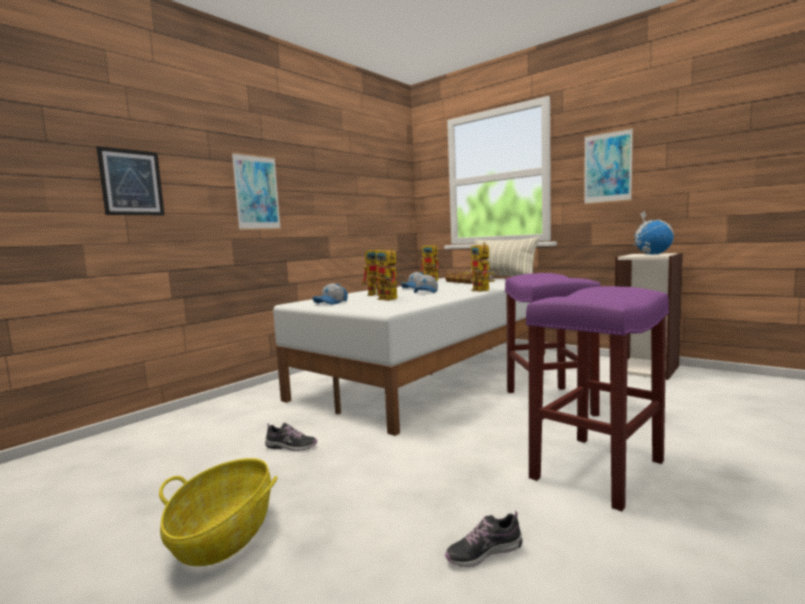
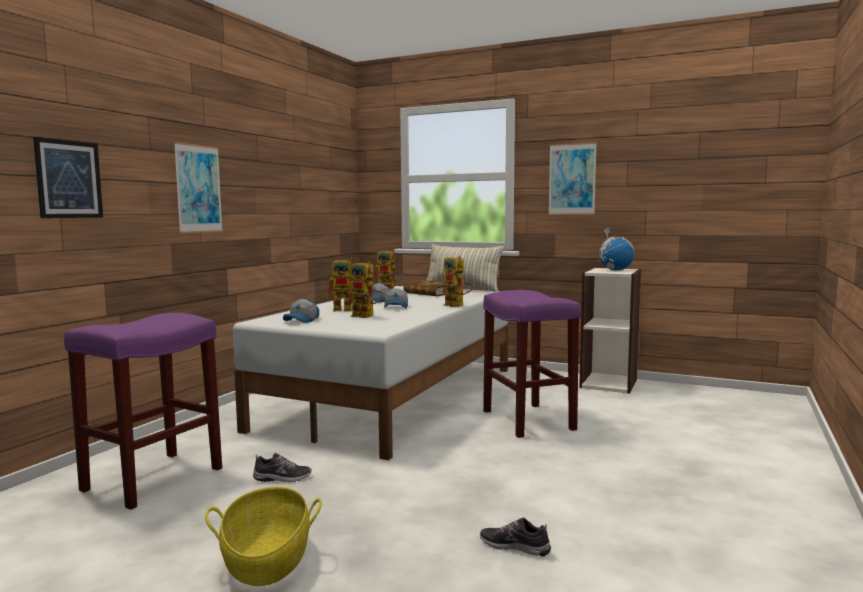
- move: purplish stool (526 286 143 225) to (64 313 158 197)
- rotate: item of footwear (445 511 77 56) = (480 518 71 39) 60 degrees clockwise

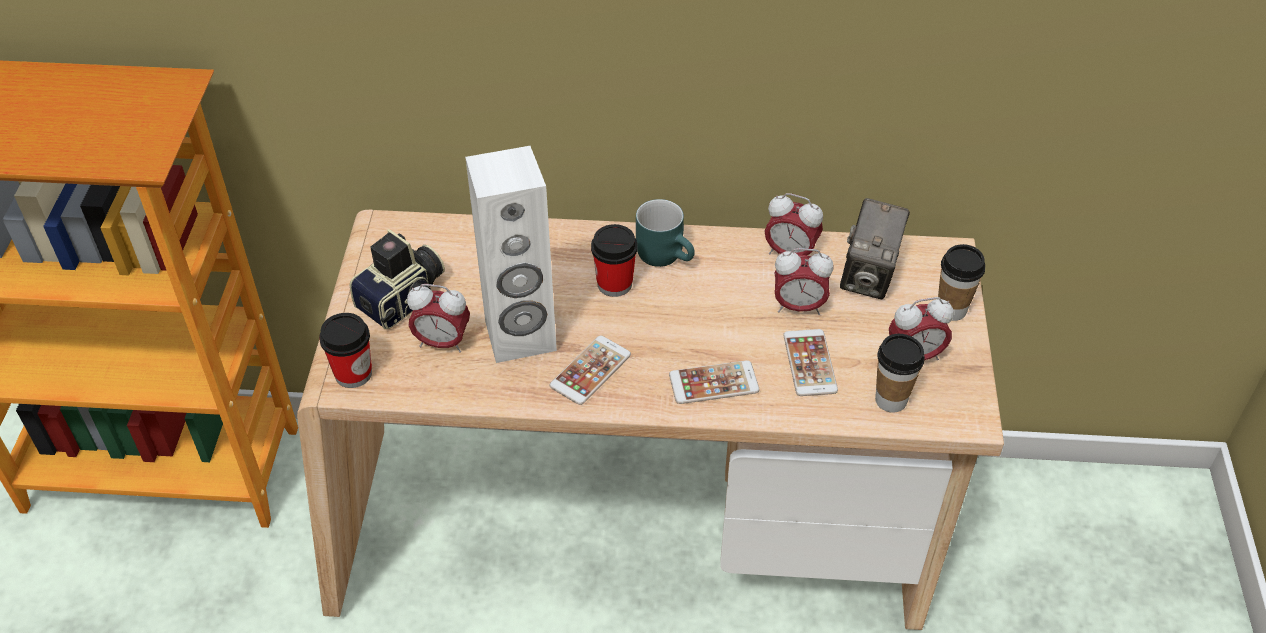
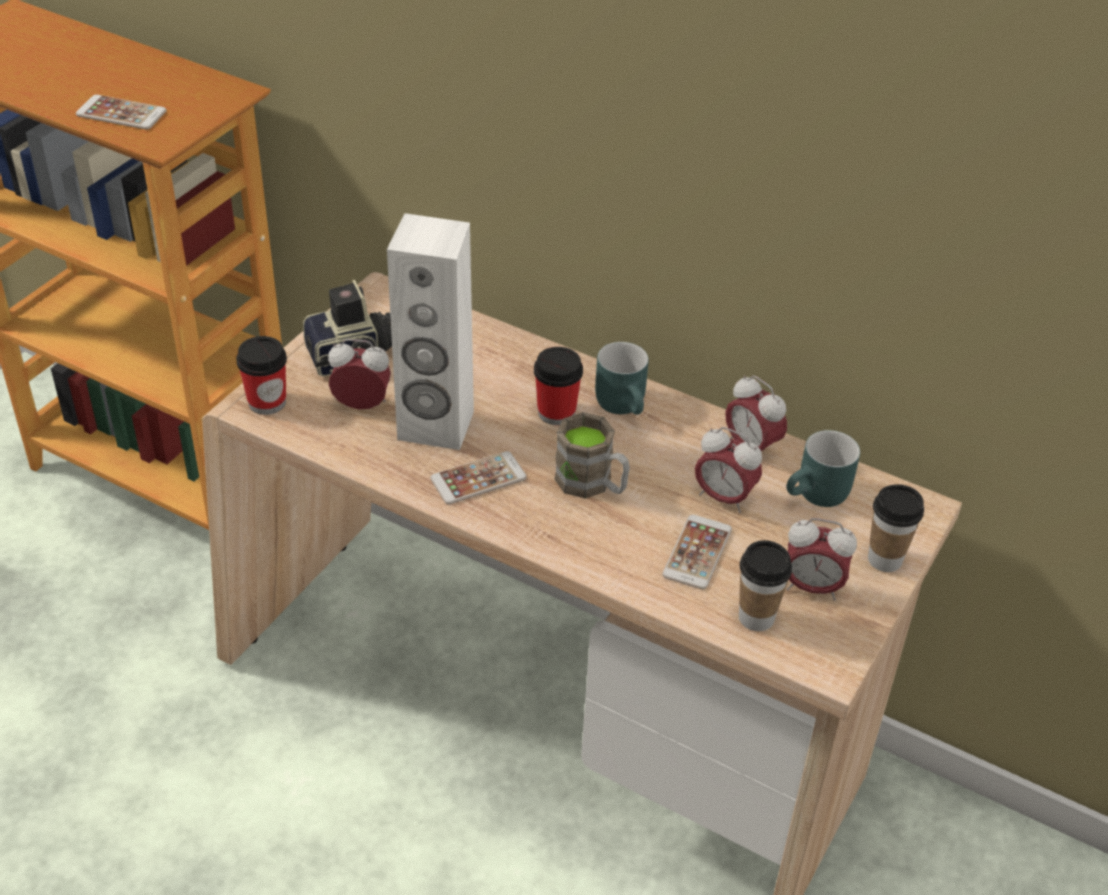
- replace: still camera (840 198 70 101) to blue-green mug (786 430 74 77)
- rotate: table clock (407 284 63 69) = (328 339 63 70) 150 degrees clockwise
- move: telephone (669 360 90 44) to (76 95 91 35)
- insert: brown-coloured mug (554 412 76 87)

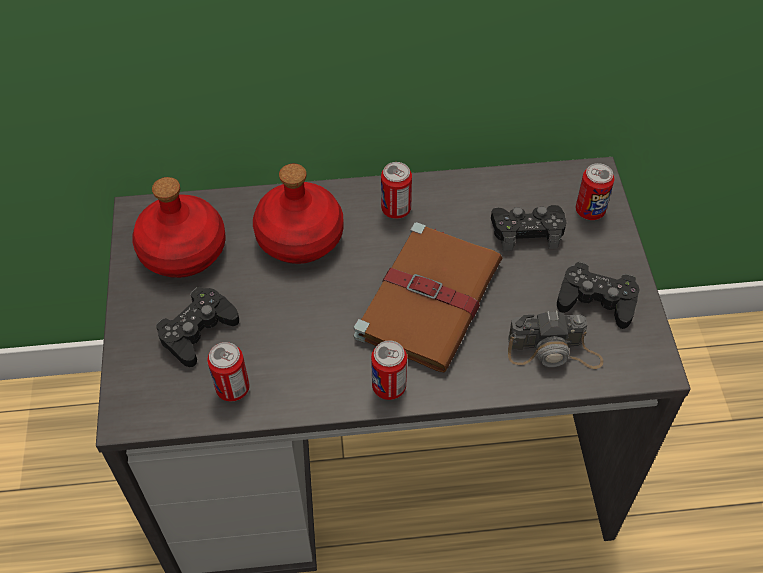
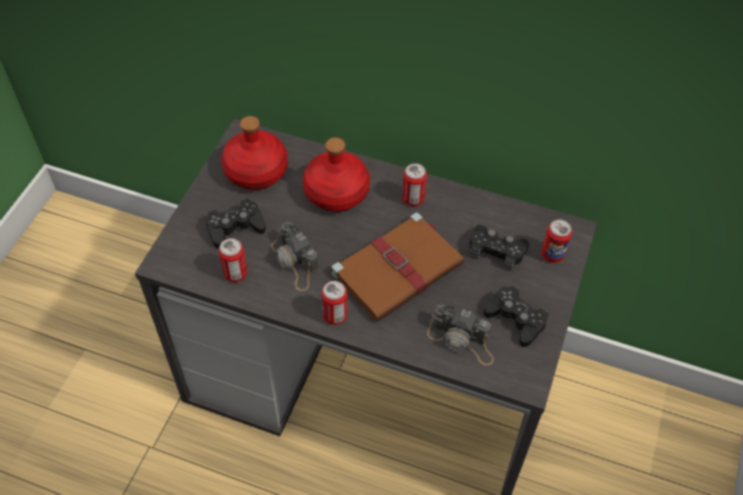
- insert: still camera (271 222 47 69)

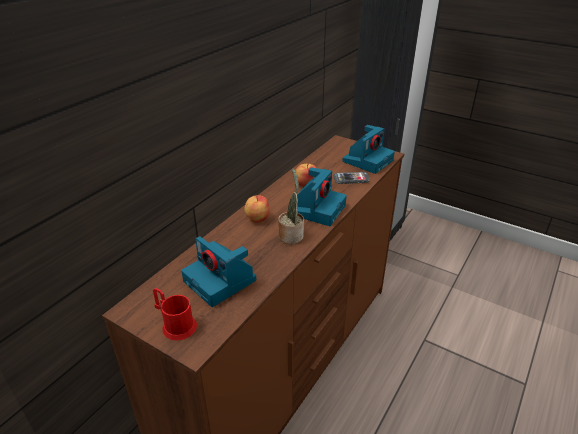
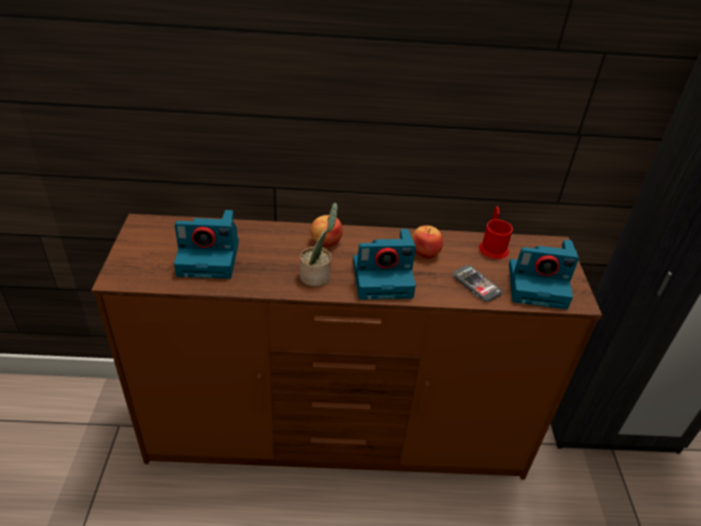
- rotate: still camera (181 236 75 71) = (174 210 65 69) 105 degrees counterclockwise
- move: red-coloured mug (153 288 44 53) to (479 206 34 53)

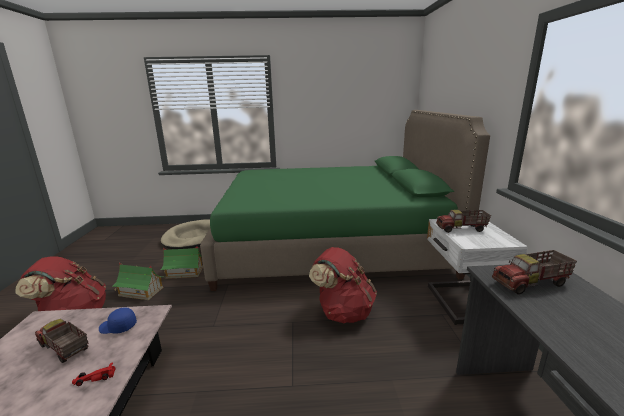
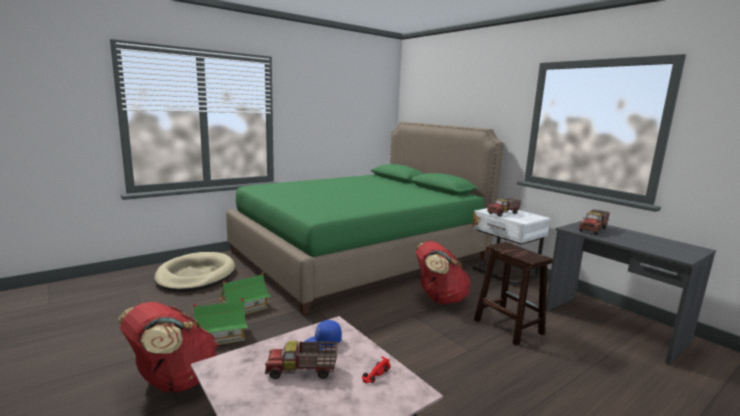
- insert: brown-coloured stool (474 242 79 104)

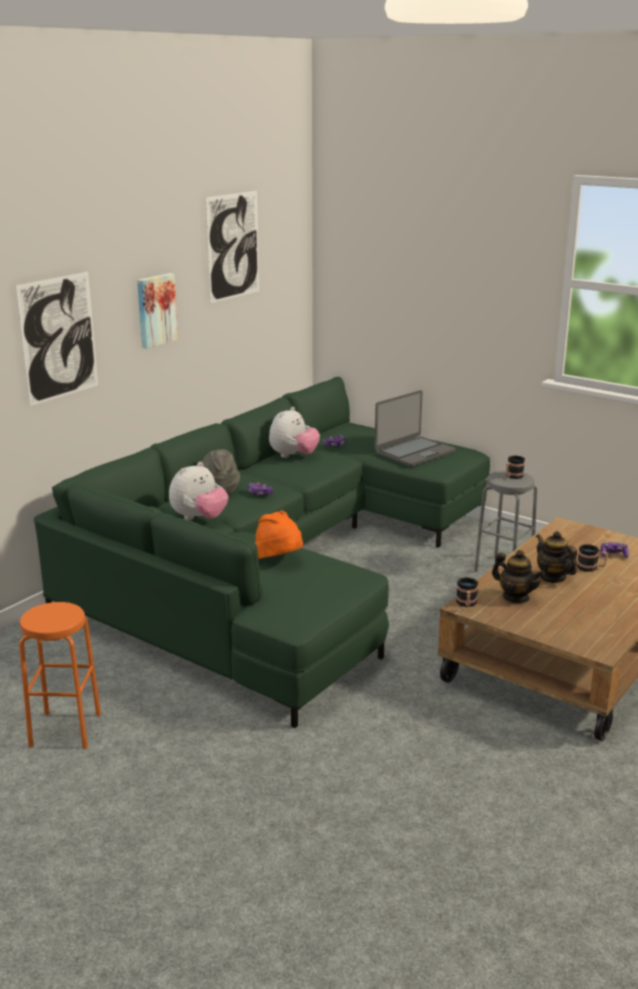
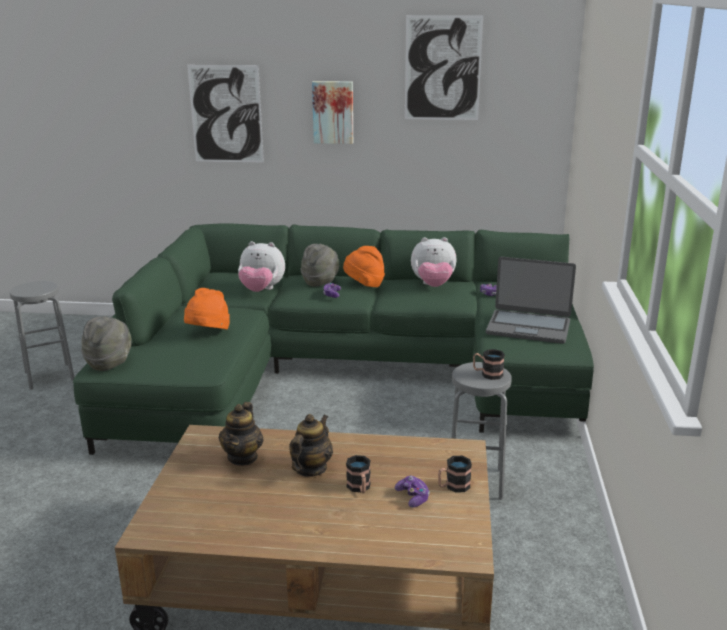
- move: mug (456 577 22 30) to (438 456 34 37)
- recolor: orange stool (19 602 82 147) to gray stool (9 281 66 109)
- insert: orange hat (343 246 42 41)
- insert: gray hat (81 316 51 55)

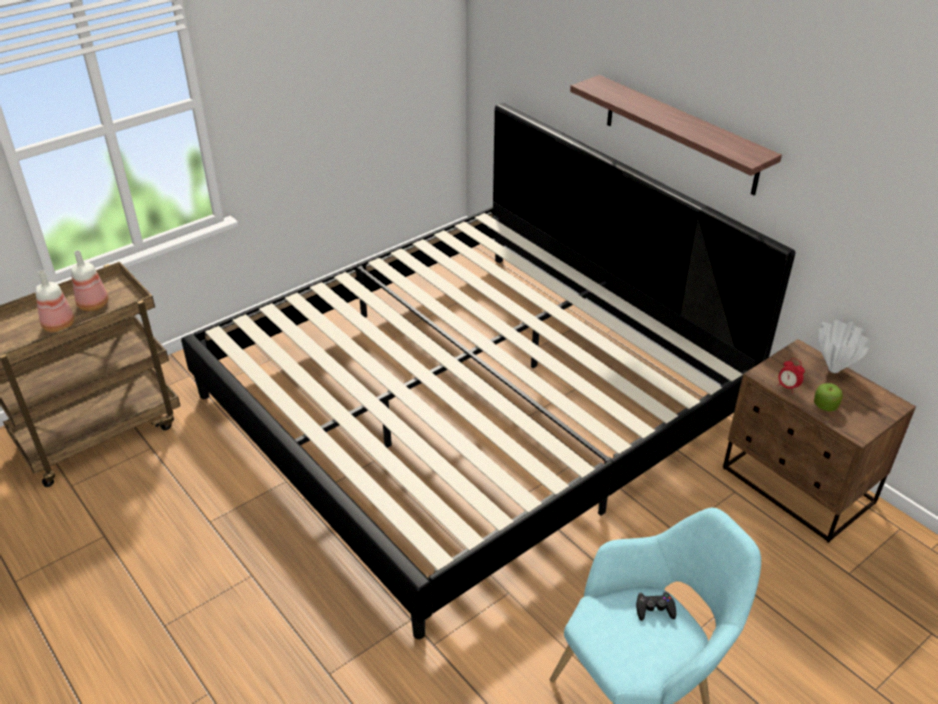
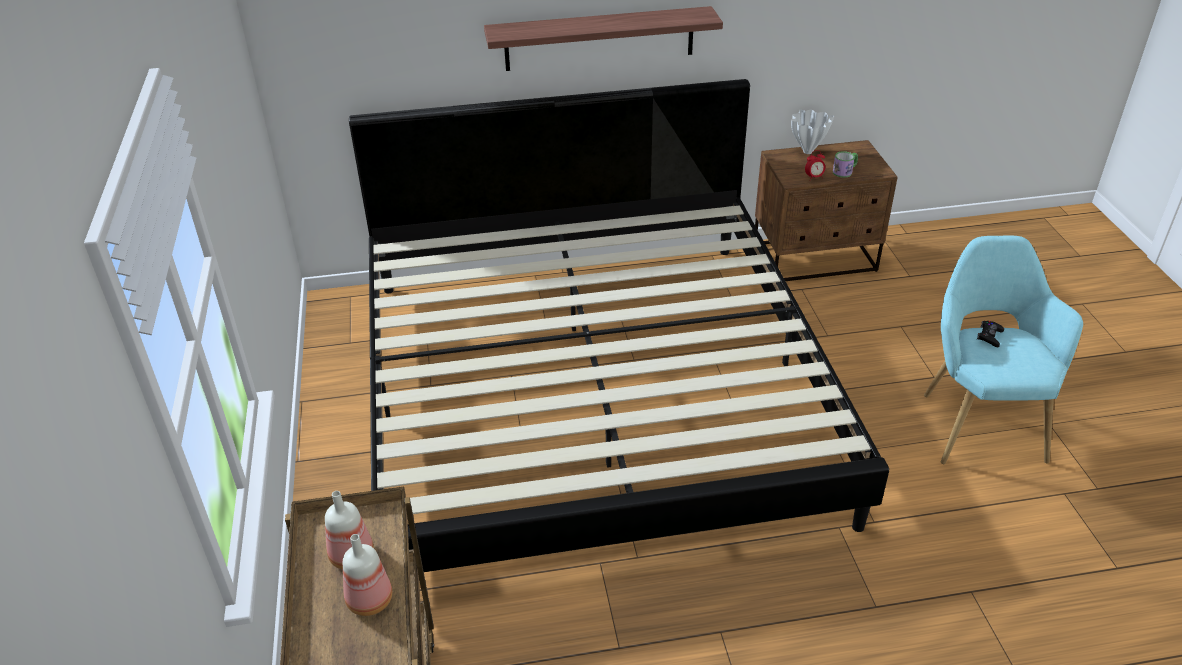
- replace: whole apple (814 383 29 28) to mug (833 151 25 27)

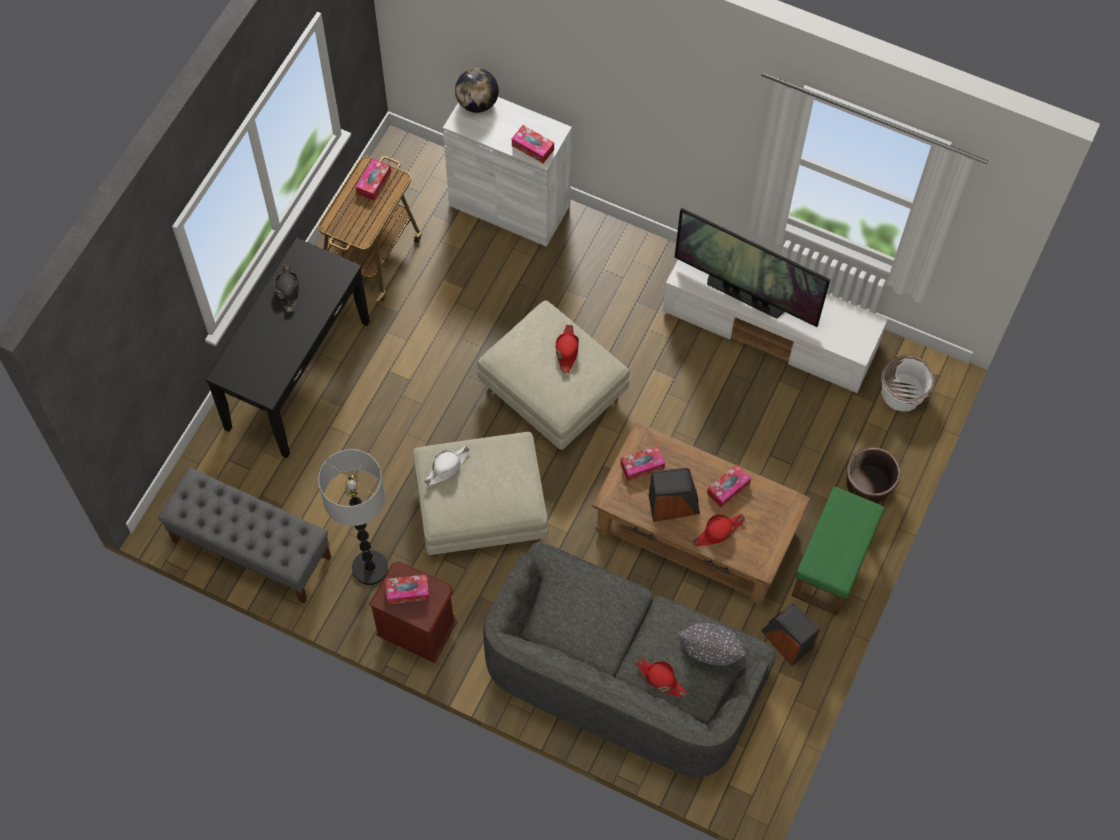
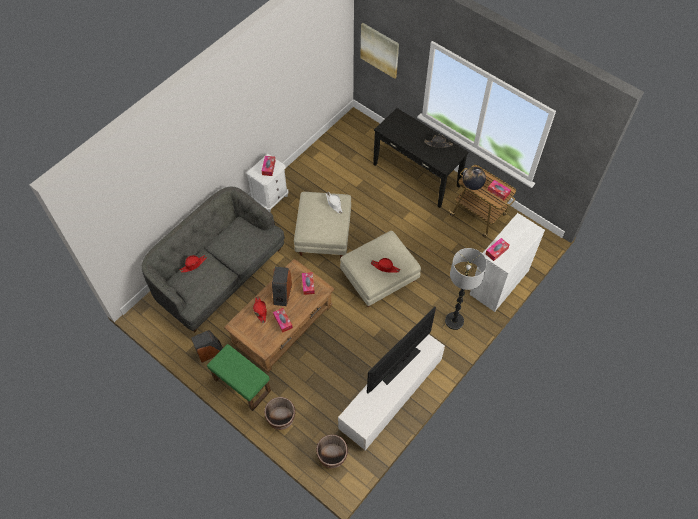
- move: globe (455 68 44 45) to (463 167 23 23)
- recolor: white-coloured flower pot (881 355 54 56) to brown-coloured flower pot (316 434 32 35)
- move: floor lamp (318 449 70 136) to (445 248 42 82)
- delete: gray long seat (158 468 173 136)
- recolor: brown-coloured nightstand (369 561 88 102) to white-coloured nightstand (246 154 42 59)
- delete: gray throw pillow (678 623 68 43)
- insert: picture (360 23 39 56)

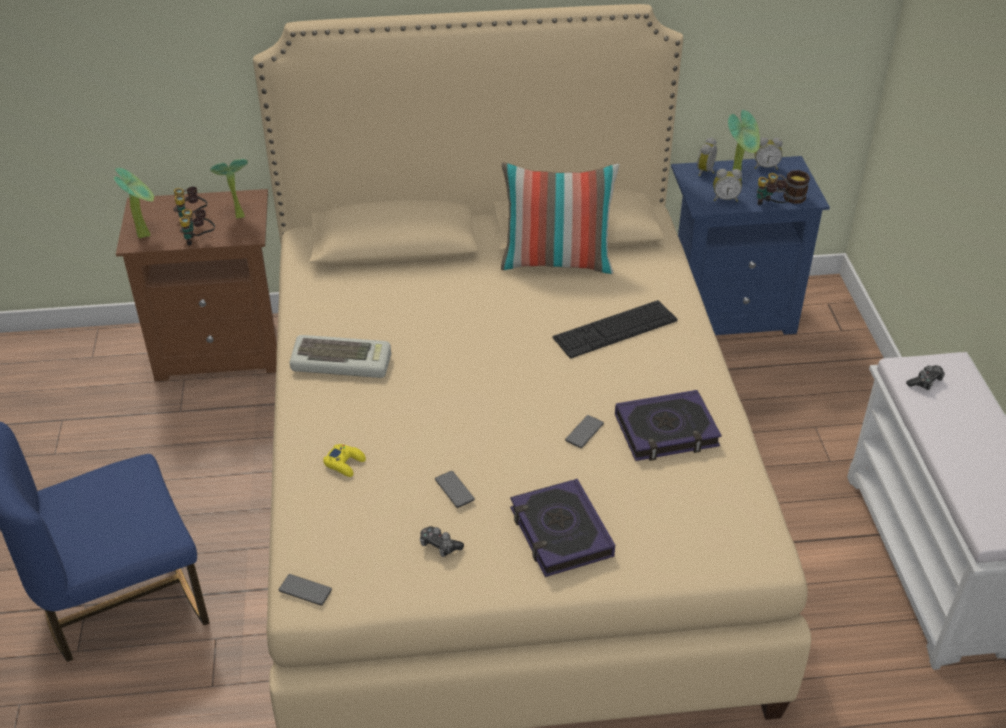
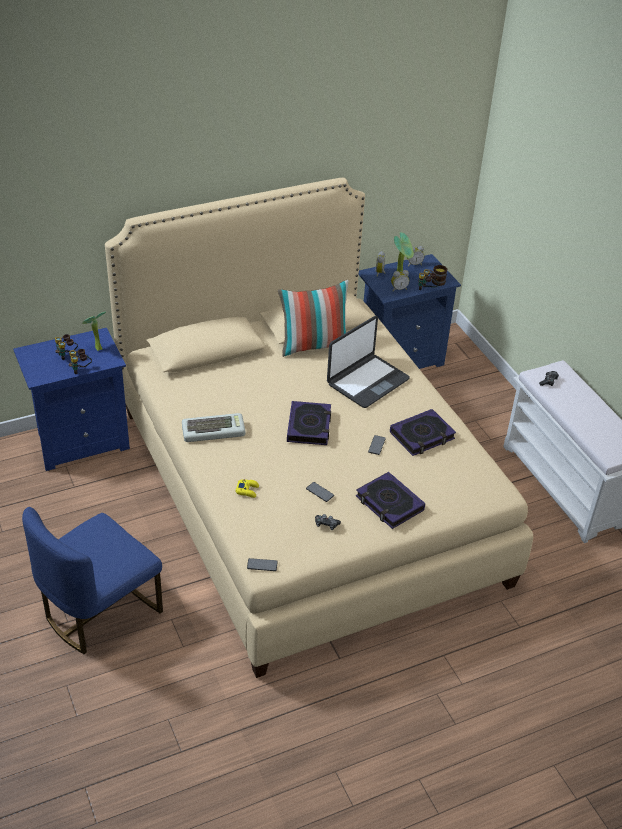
- delete: plant in a pot (114 168 40 70)
- recolor: brown-coloured nightstand (116 189 161 192) to blue nightstand (13 328 117 143)
- replace: computer keyboard (553 300 125 59) to portable computer (327 316 83 92)
- insert: volume (287 401 44 44)

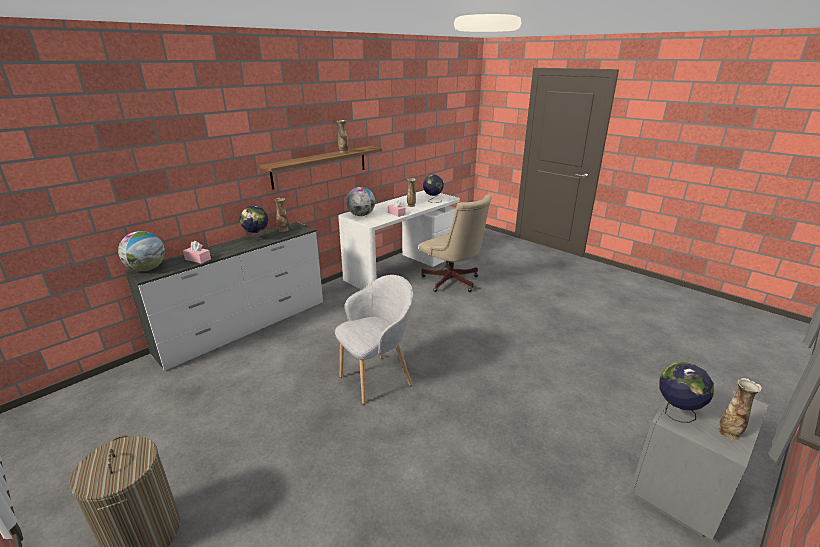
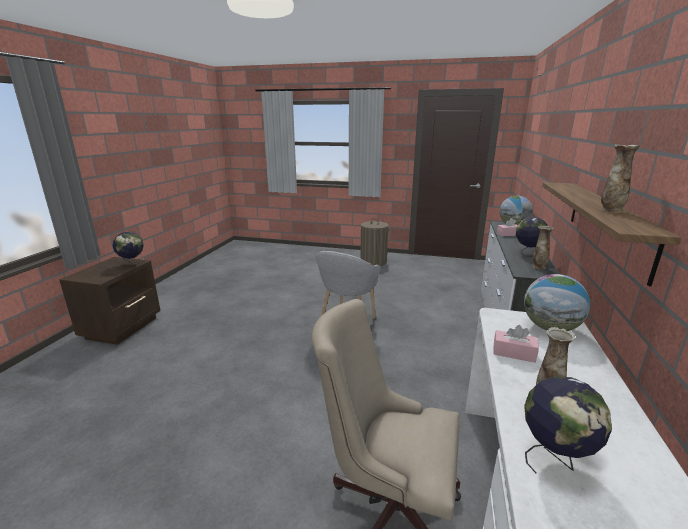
- delete: vase (718 378 44 62)
- recolor: gray nightstand (630 383 139 157) to brown-coloured nightstand (59 257 102 88)

